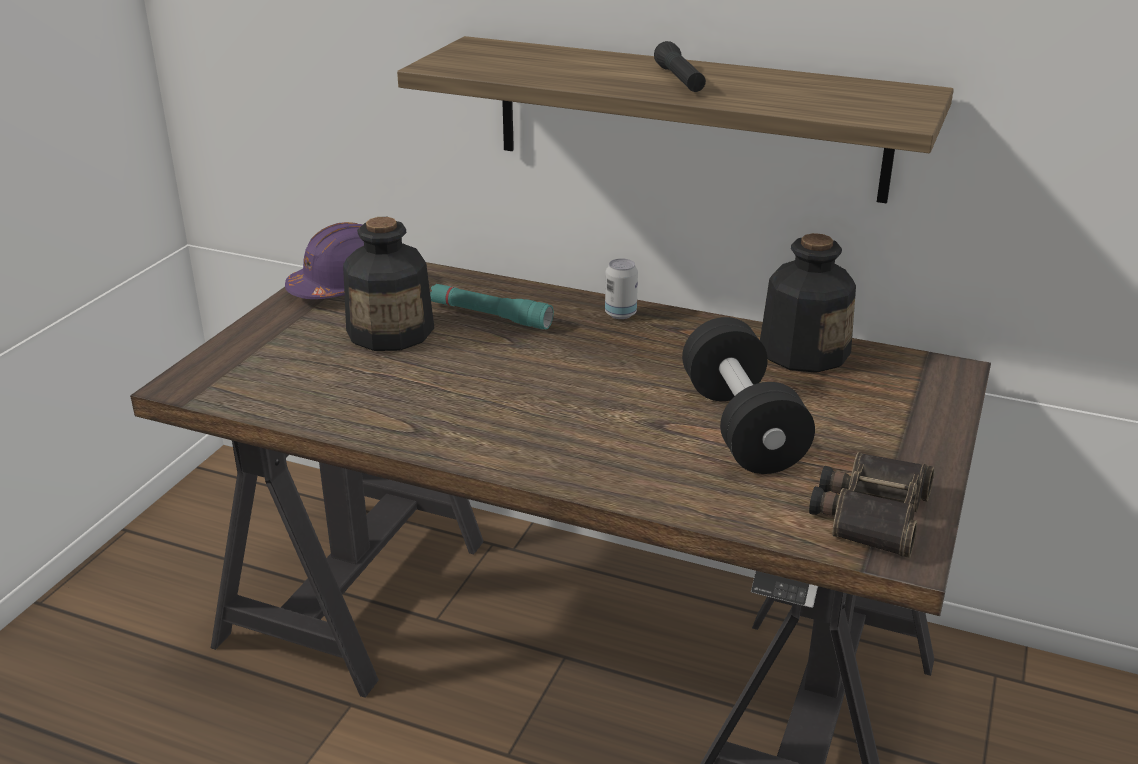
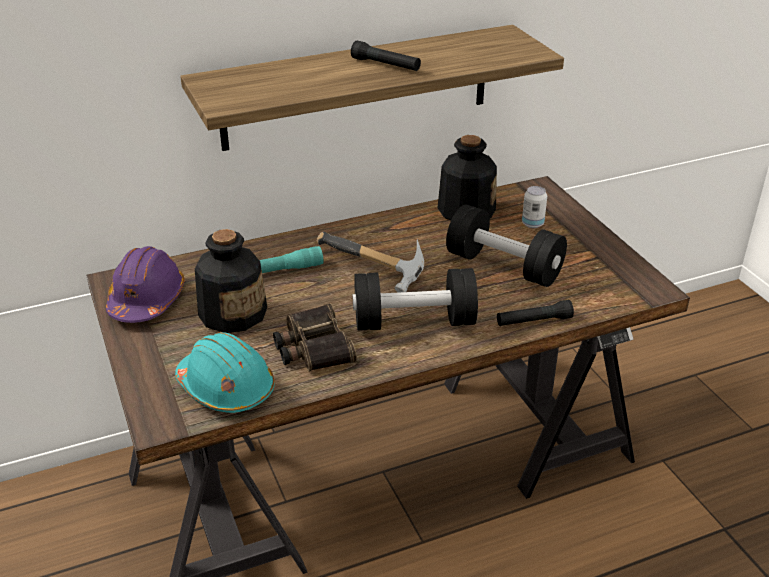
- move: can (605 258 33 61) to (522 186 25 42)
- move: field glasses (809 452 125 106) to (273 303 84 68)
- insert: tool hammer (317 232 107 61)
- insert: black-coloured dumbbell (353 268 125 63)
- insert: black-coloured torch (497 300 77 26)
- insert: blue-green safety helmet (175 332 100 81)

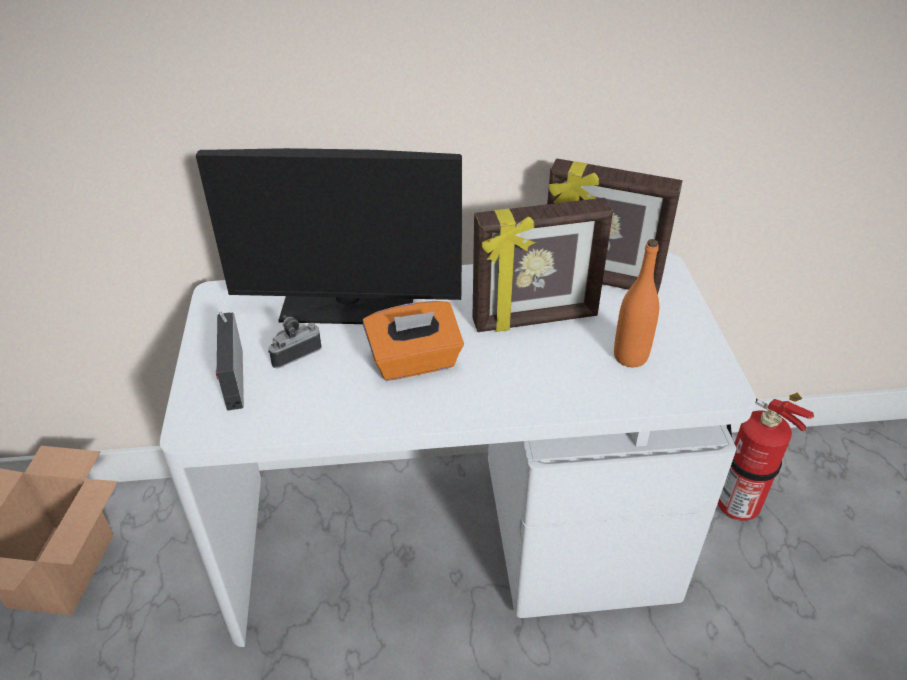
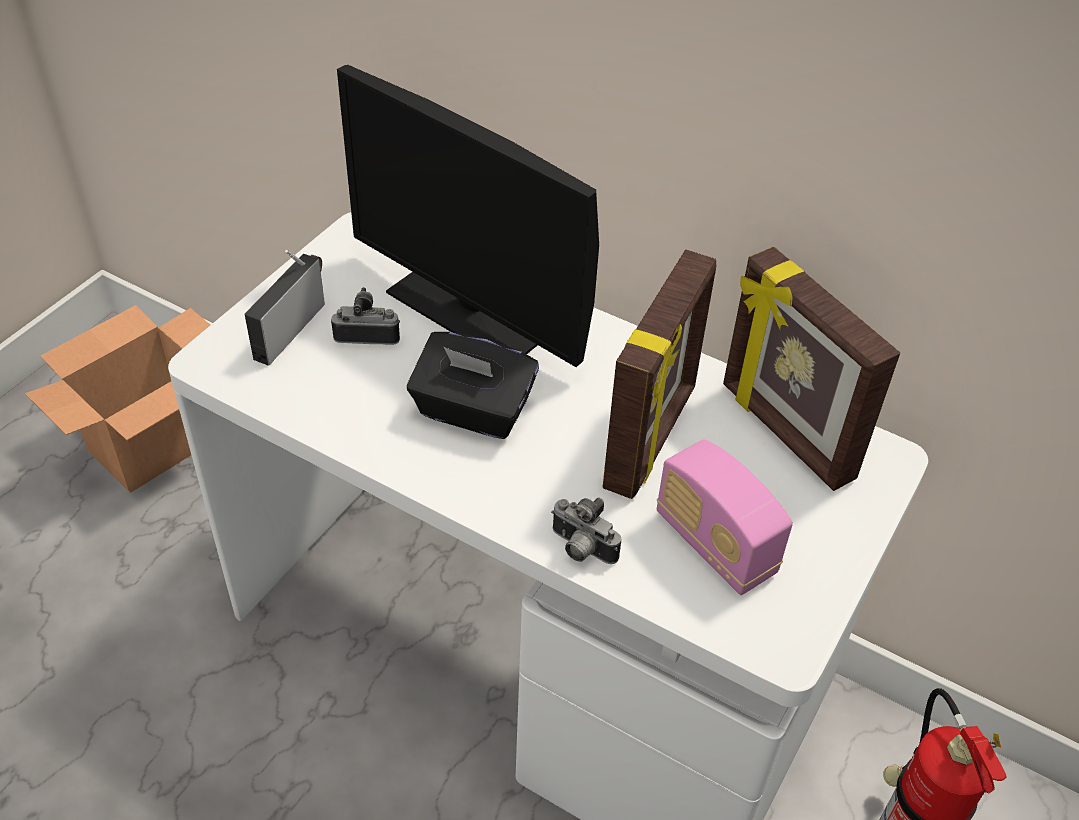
- rotate: photo frame (472 198 141 134) = (603 250 113 249) 90 degrees counterclockwise
- replace: orange bottle (614 239 45 128) to radio (657 440 136 155)
- recolor: orange box of tissues (363 301 101 80) to black-coloured box of tissues (407 332 132 107)
- insert: still camera (551 497 70 67)

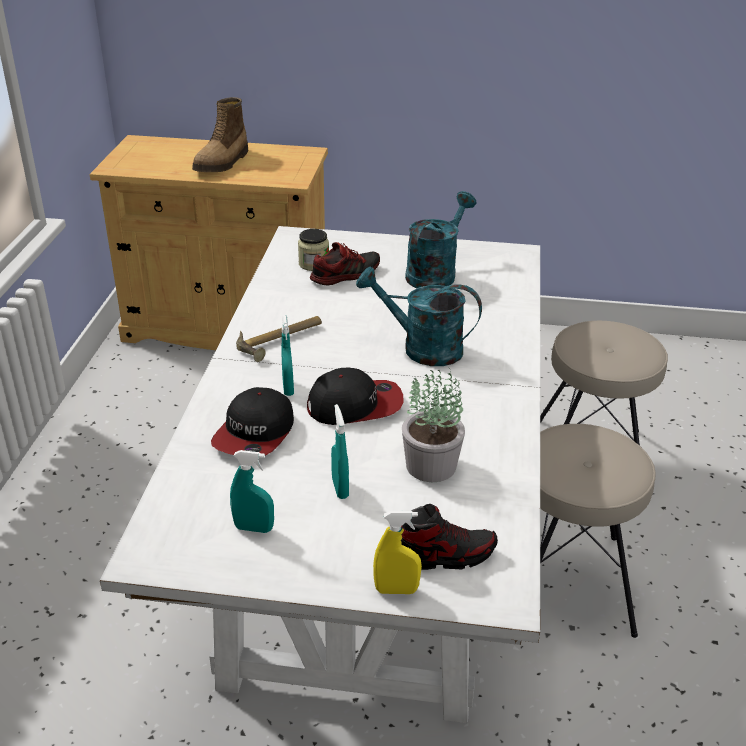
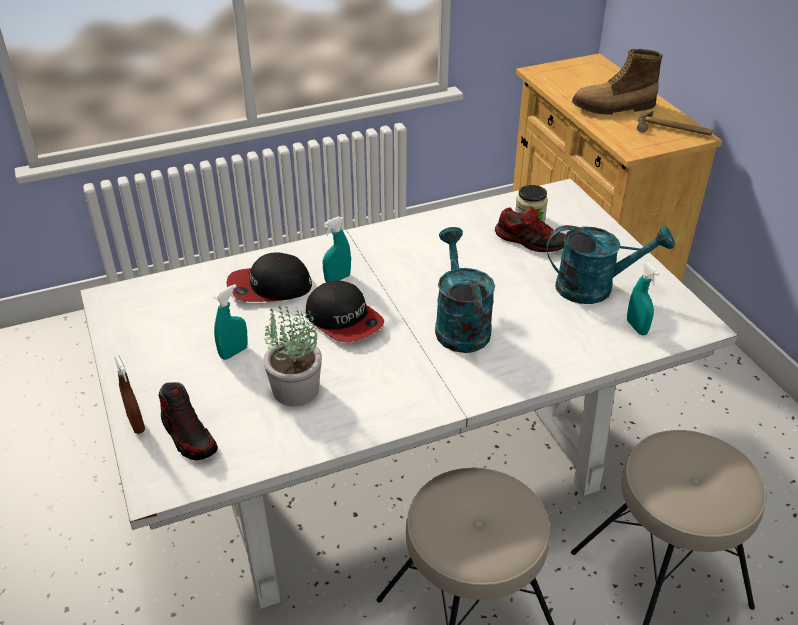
- move: tool hammer (236 316 86 46) to (637 111 76 25)
- move: blue-green hand sprayer (230 450 44 83) to (627 262 32 73)
- recolor: yellowish hand sprayer (373 511 49 83) to brown-coloured hand sprayer (114 355 31 79)

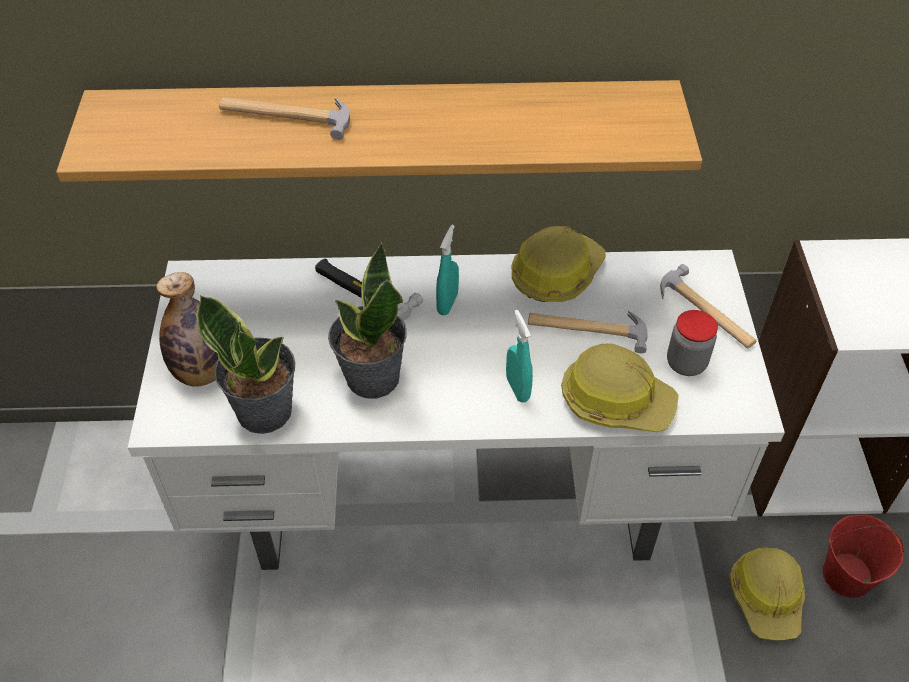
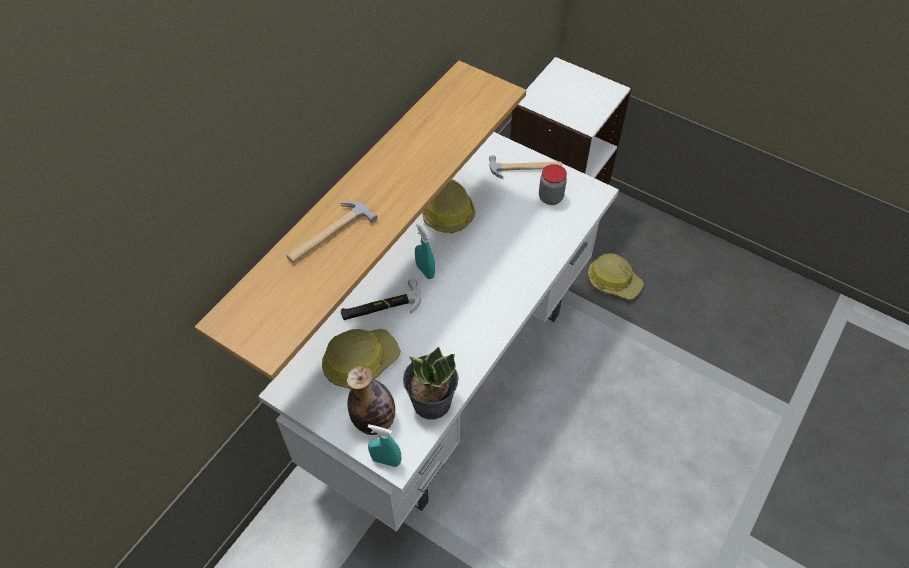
- delete: plant in a pot (328 242 79 157)
- move: blue-green hand sprayer (506 310 27 92) to (368 424 33 43)
- delete: tool hammer (528 311 120 43)
- move: safety helmet (561 343 118 89) to (322 329 79 60)
- delete: red-coloured pail (823 515 81 83)

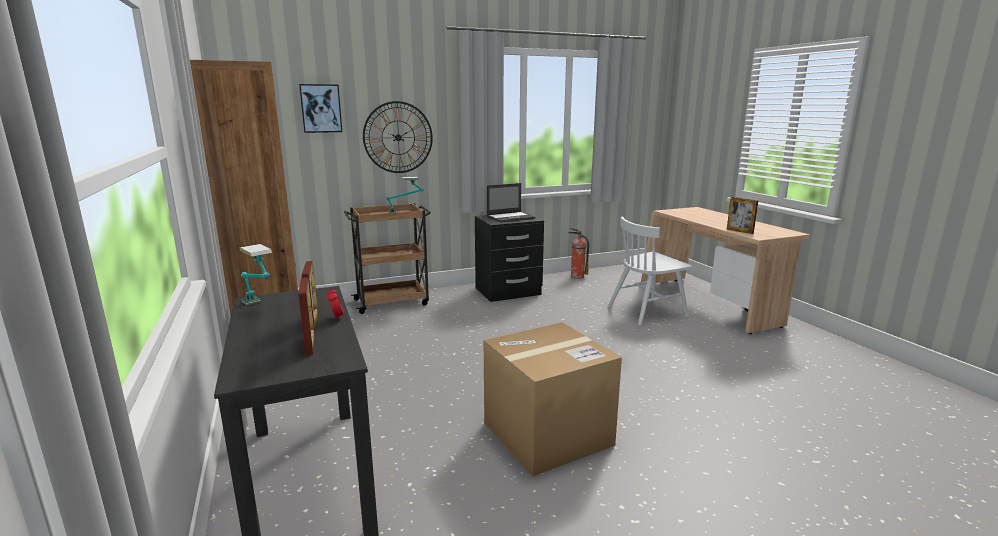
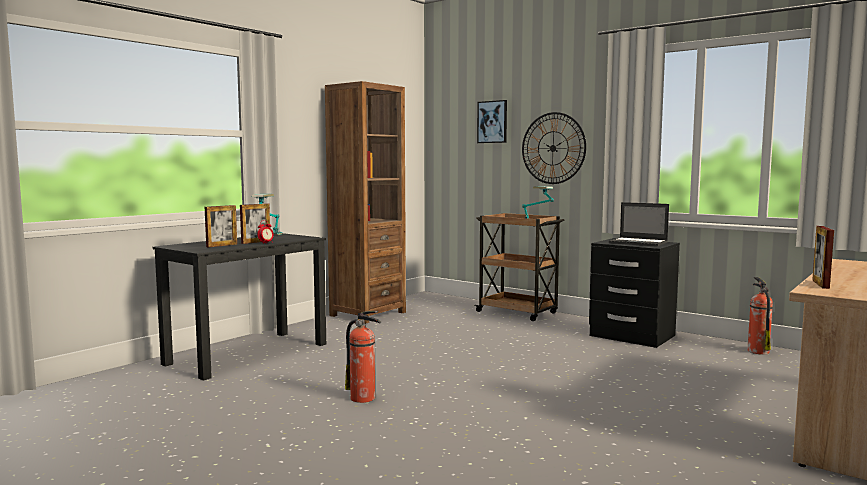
- delete: white-coloured plain chair (608 216 84 110)
- replace: packing box (484 322 138 155) to extinguisher (345 311 36 92)

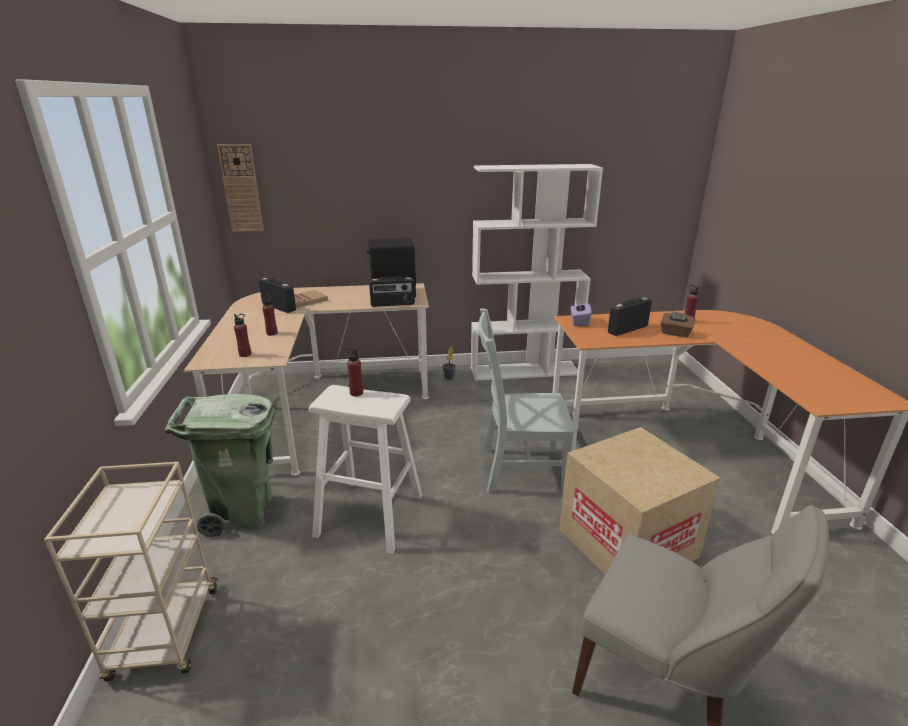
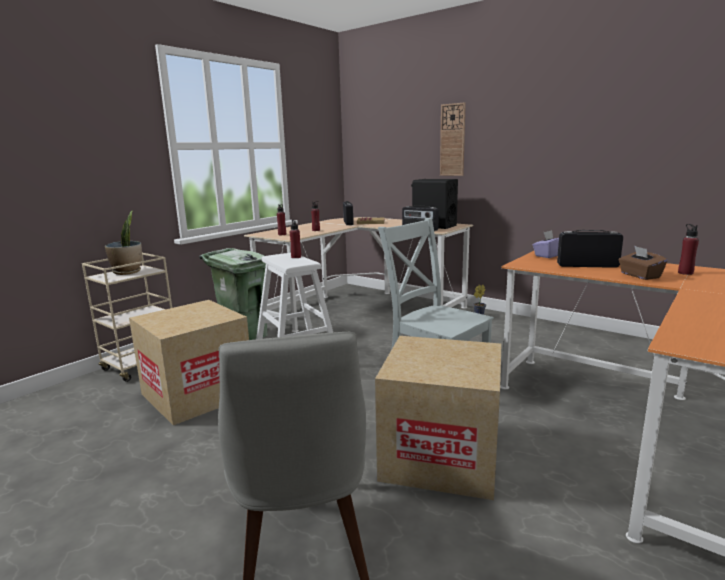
- move: clock on the wall (217 144 47 88) to (440 102 26 74)
- delete: white-coloured bookcase (471 164 132 217)
- insert: plant in a pot (105 210 37 65)
- insert: packing box (129 300 120 125)

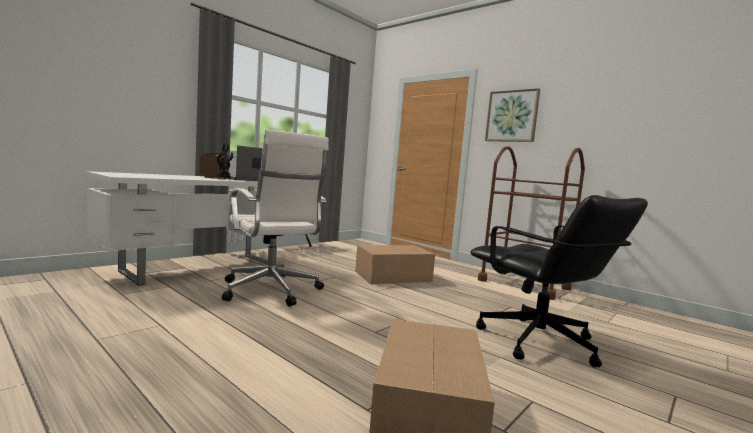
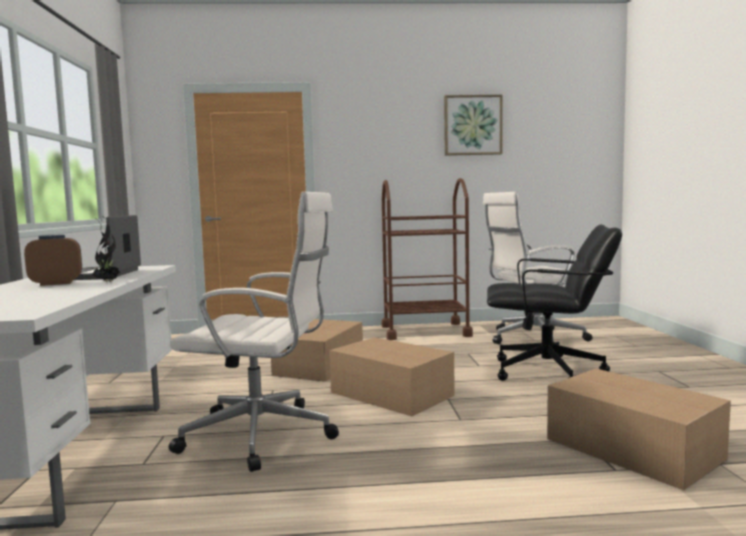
- move: picture (485 88 55 54) to (444 95 59 61)
- insert: white-coloured office chair (483 192 110 152)
- insert: packing box (330 337 125 79)

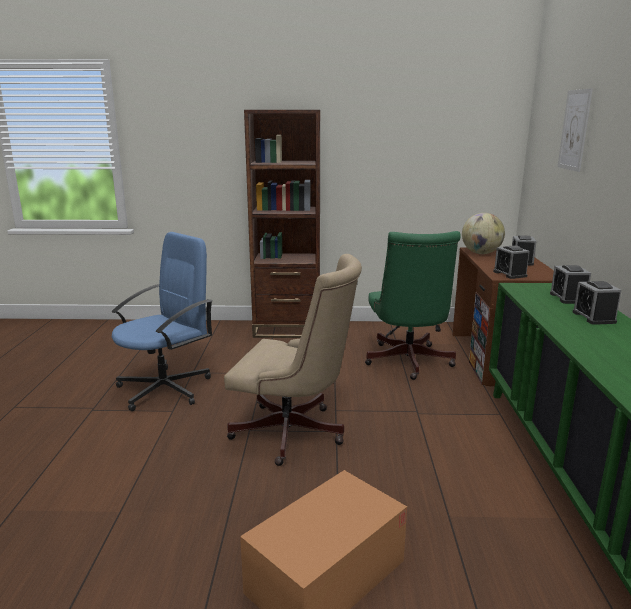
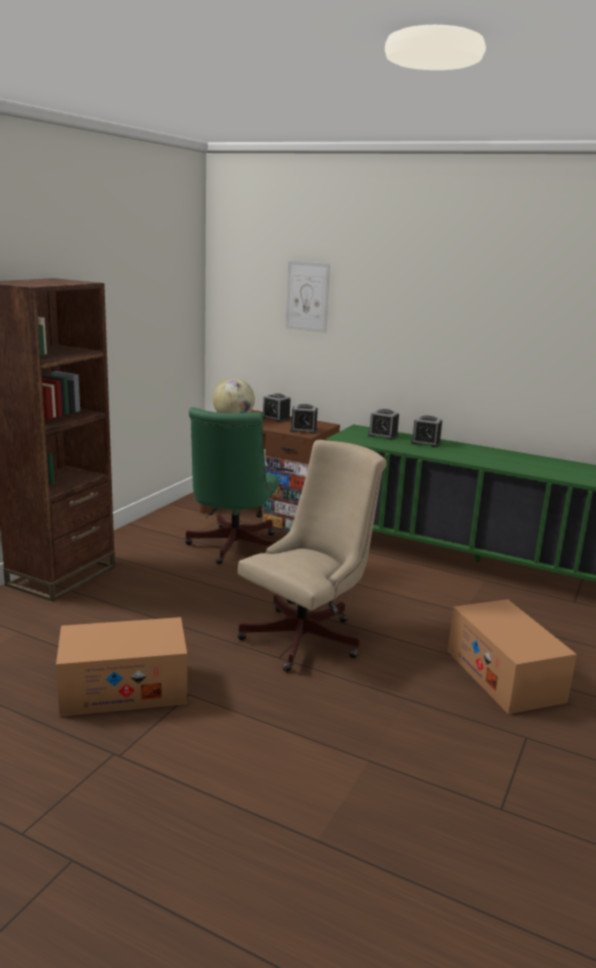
- rotate: green office chair (365 231 96 149) = (185 407 94 157) 75 degrees clockwise
- replace: blue office chair (112 232 101 179) to packing box (56 617 131 100)

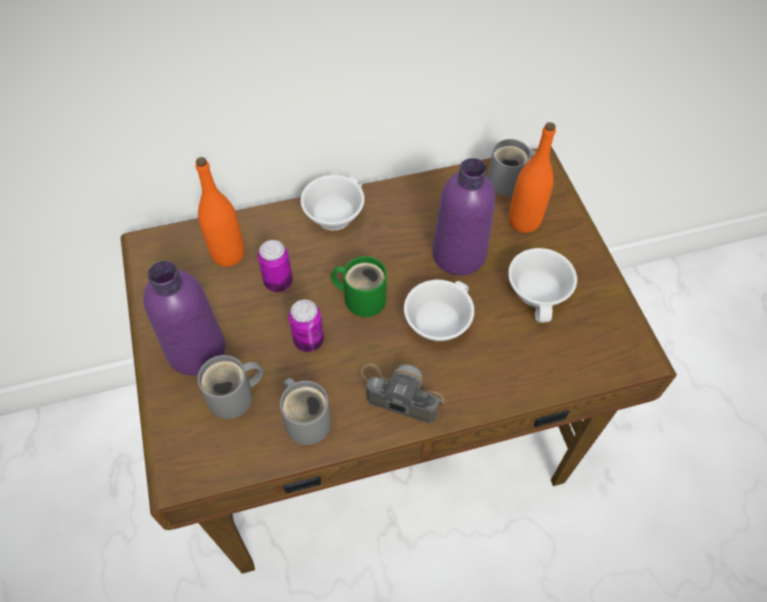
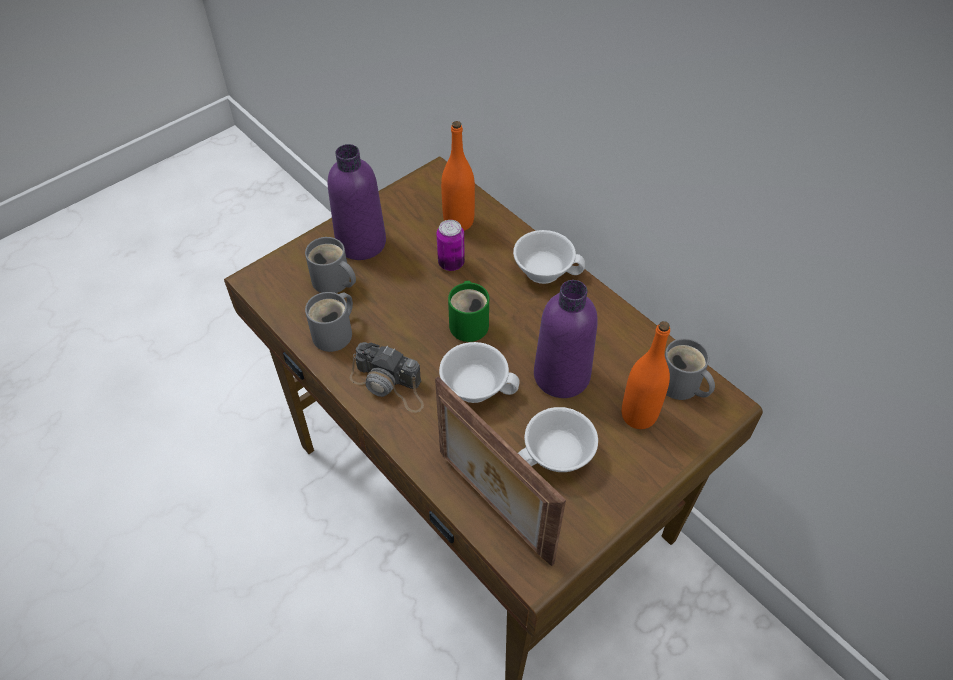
- delete: can (289 300 35 52)
- rotate: still camera (361 363 83 60) = (350 342 74 71) 120 degrees clockwise
- insert: photo frame (435 377 131 189)

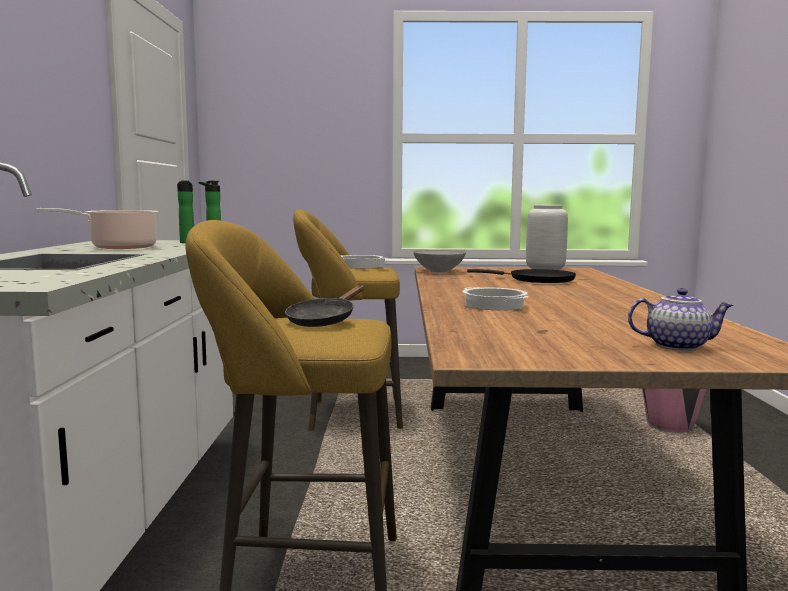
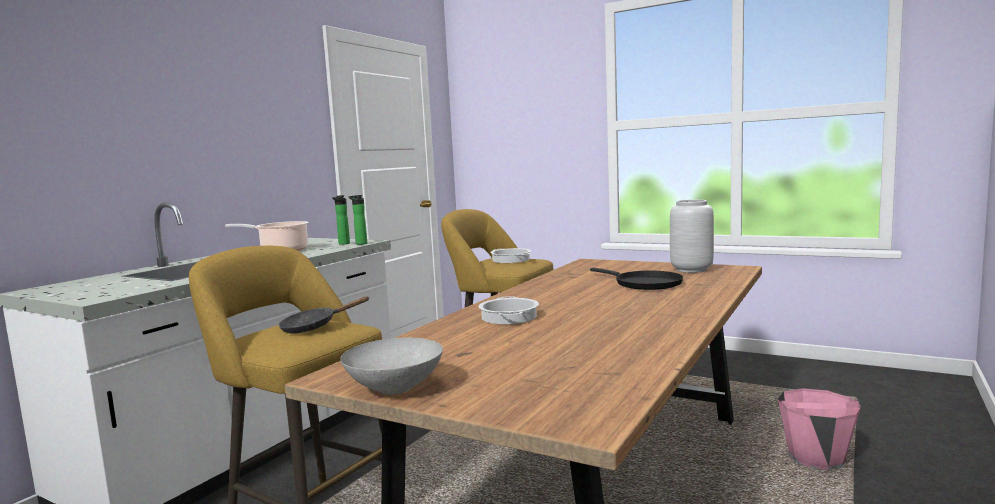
- move: gray bowl (413 250 53 23) to (340 338 103 57)
- delete: pot for tea (628 288 106 63)

